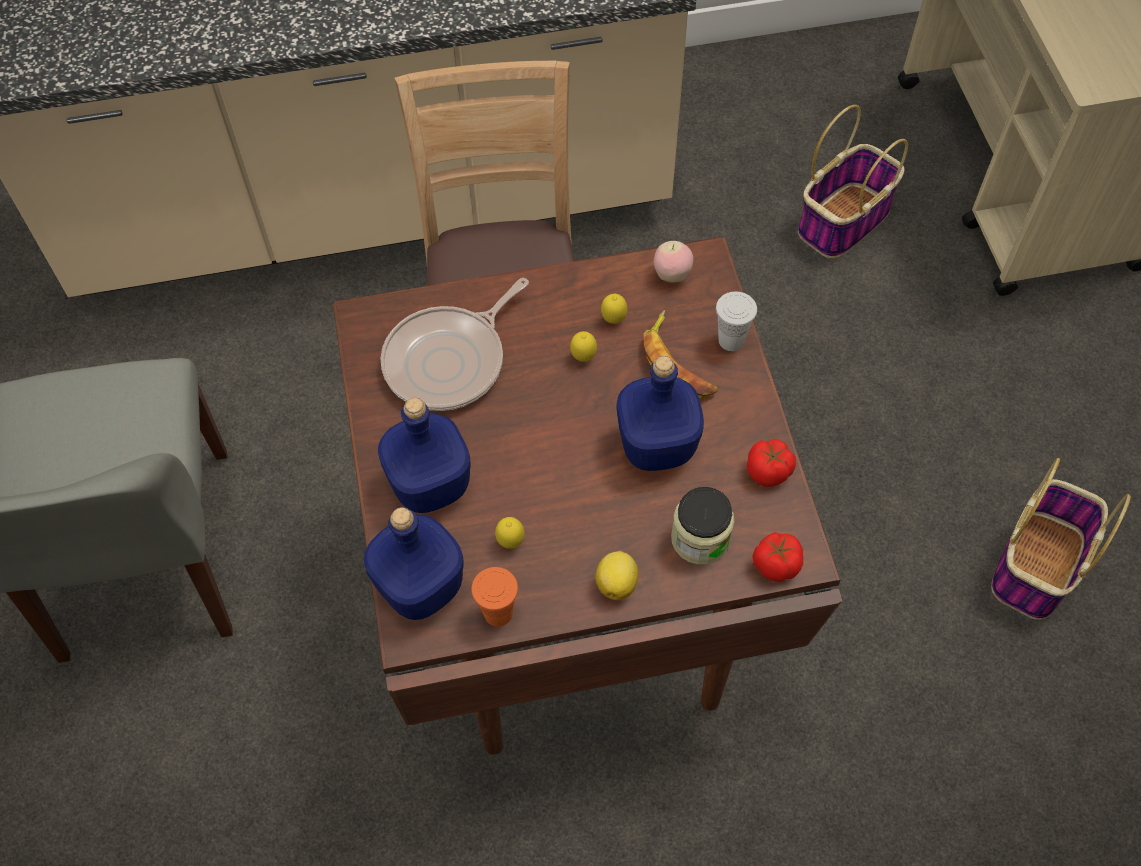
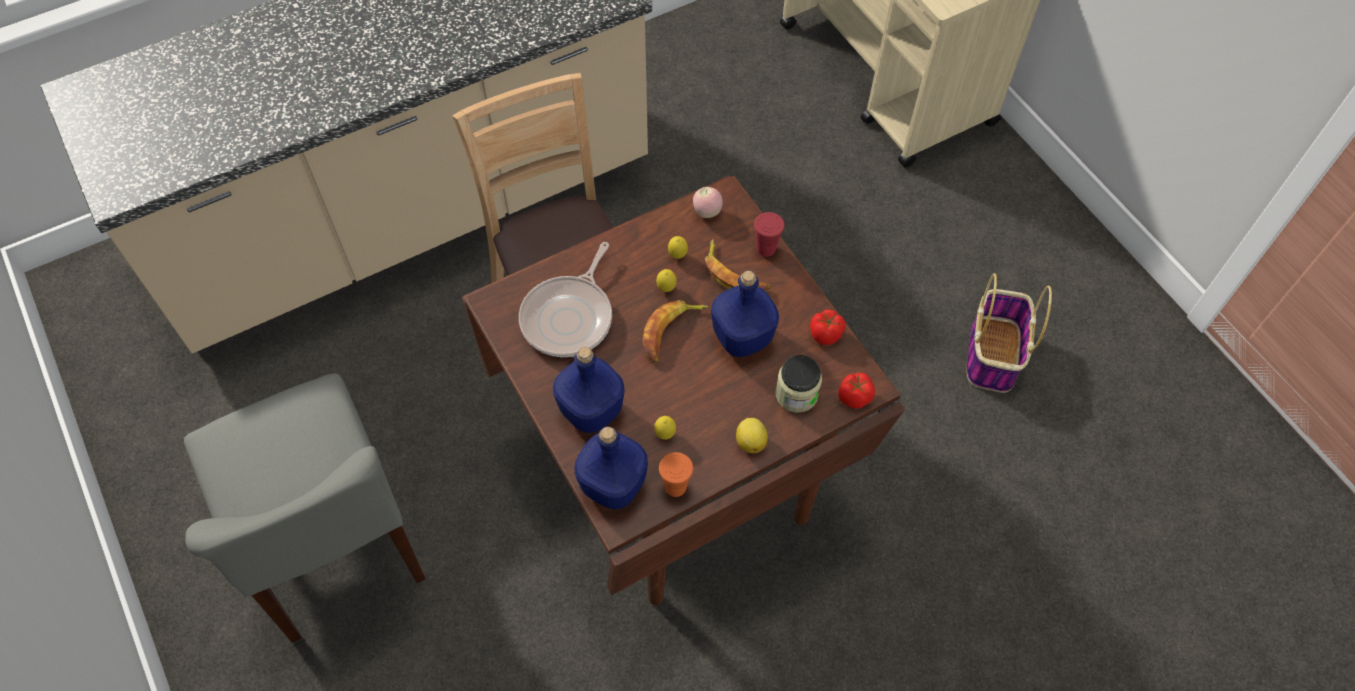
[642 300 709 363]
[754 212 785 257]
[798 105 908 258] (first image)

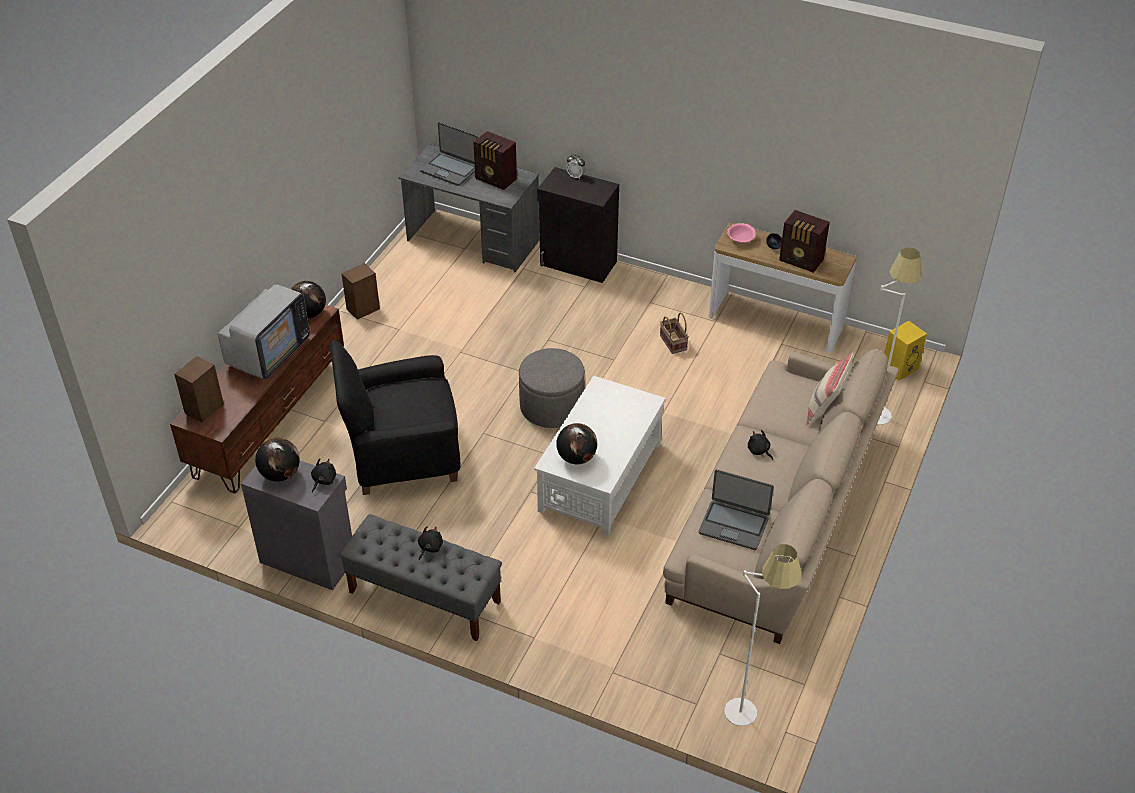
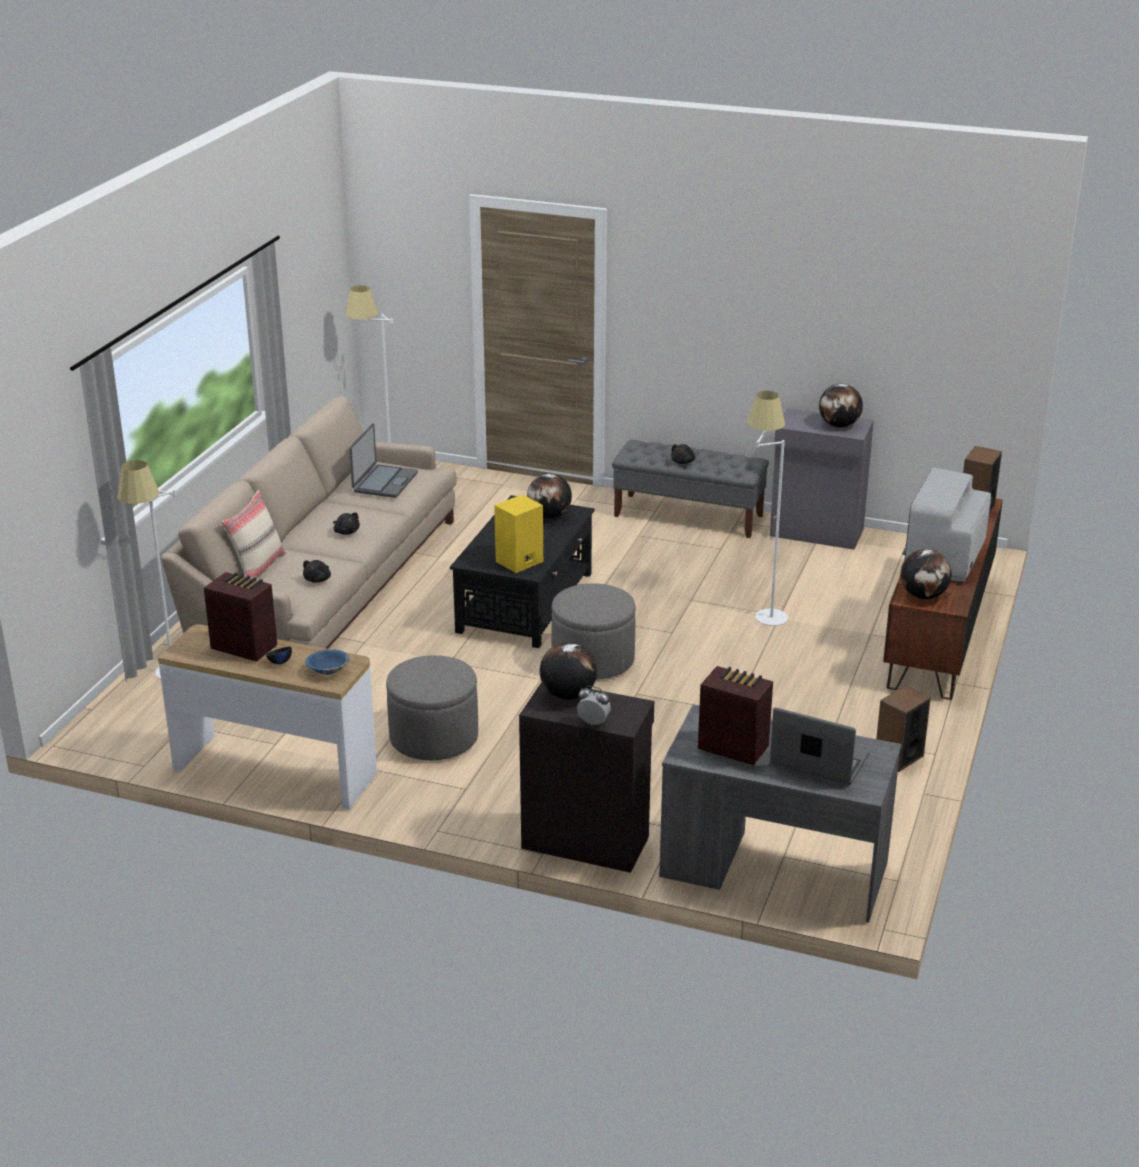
[303 560 331 583]
[305 650 350 675]
[349 423 418 498]
[386 655 478 760]
[450 495 594 648]
[494 495 543 573]
[539 642 597 700]
[747 391 788 626]

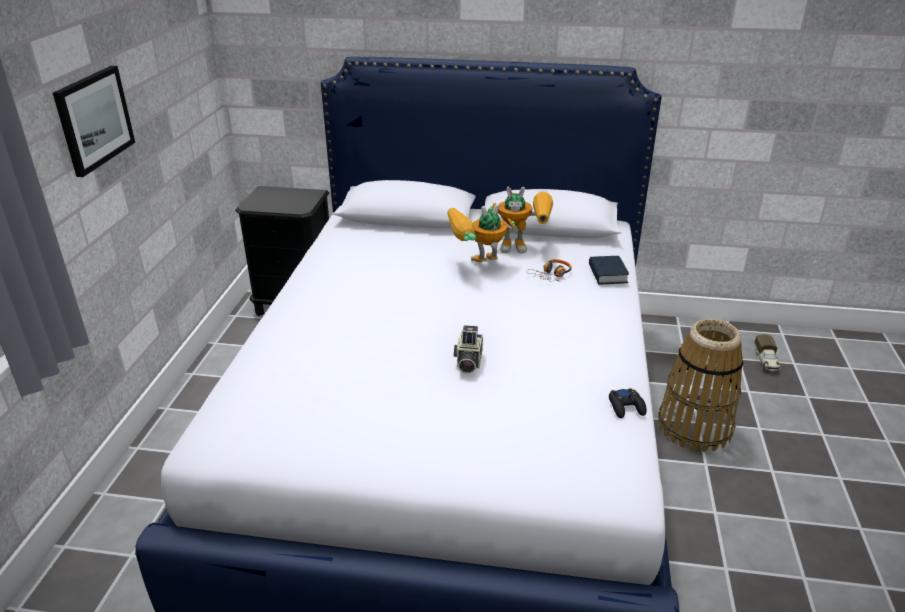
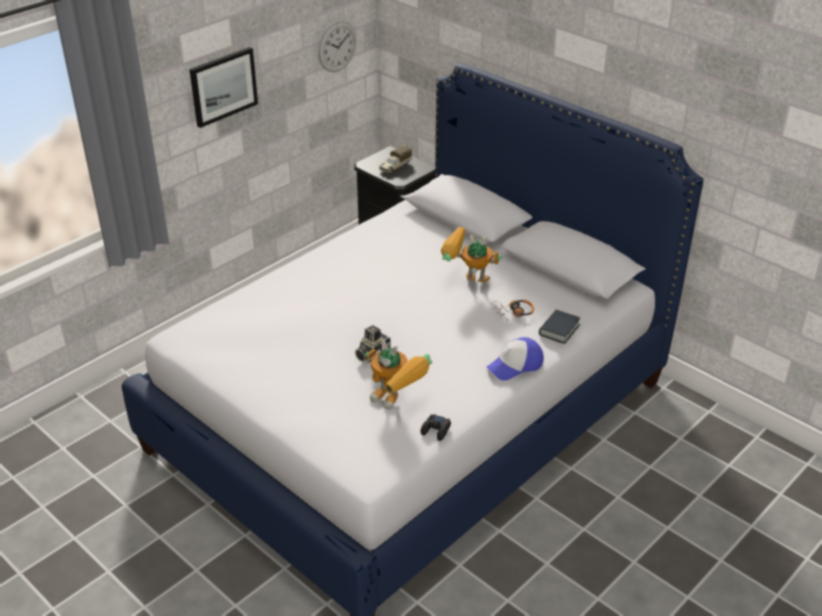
[318 21 356 72]
[365 340 432 410]
[379 145 412 174]
[486 337 544 381]
[658 319 743 452] (first image)

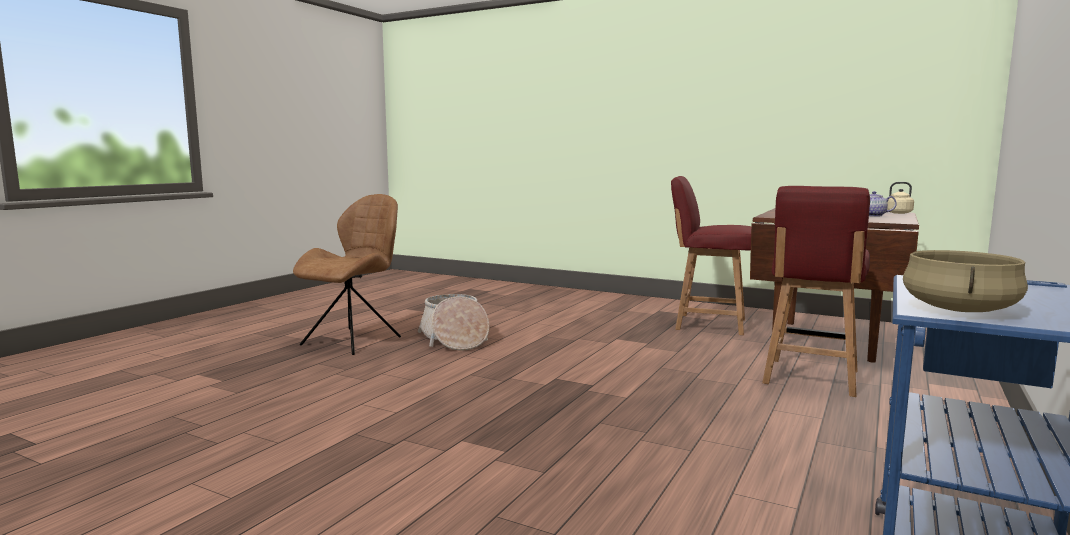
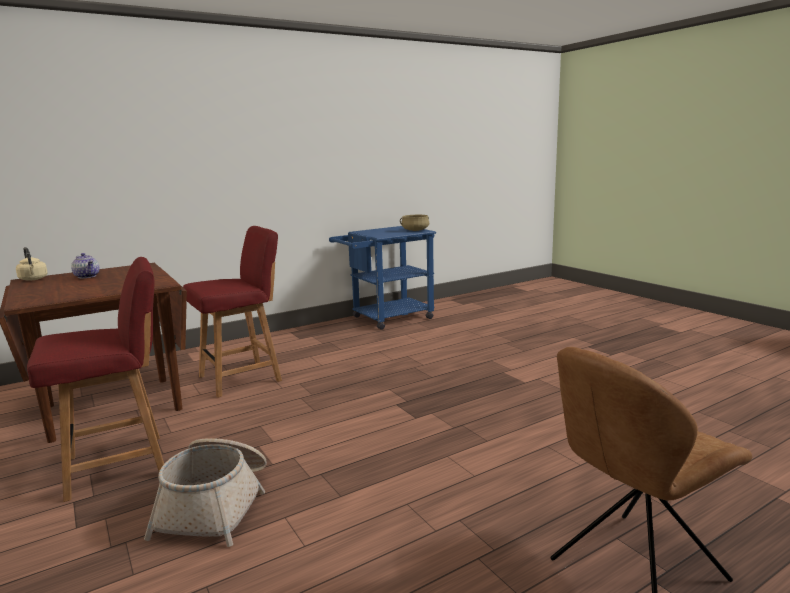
[27 257 164 502]
[144 438 267 547]

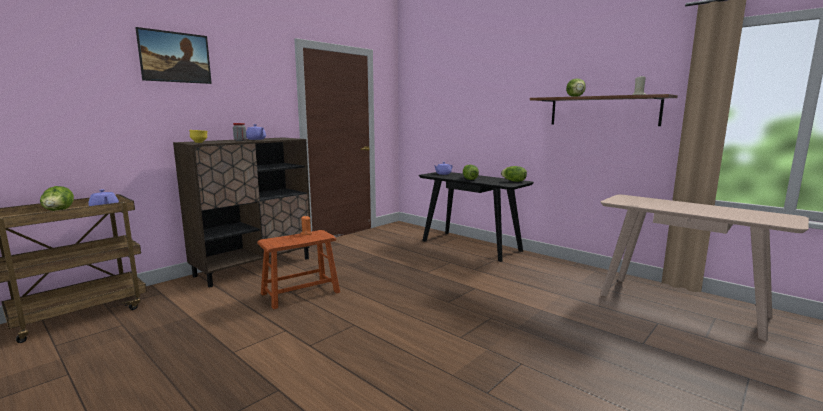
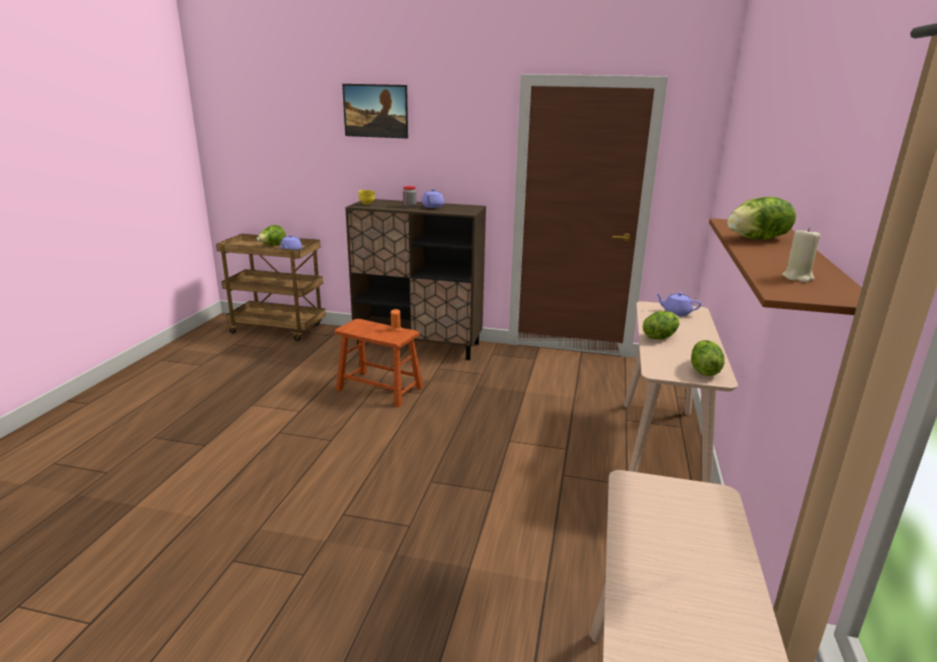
[624 301 738 483]

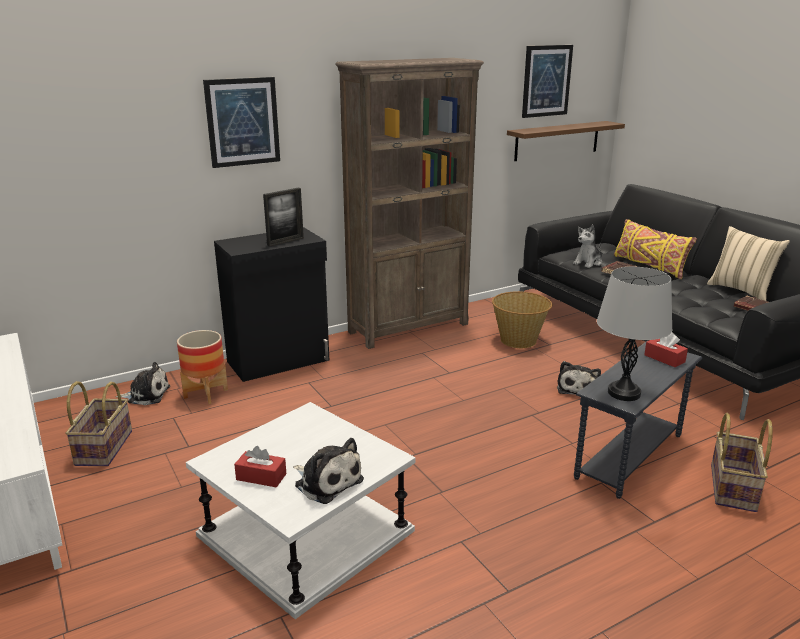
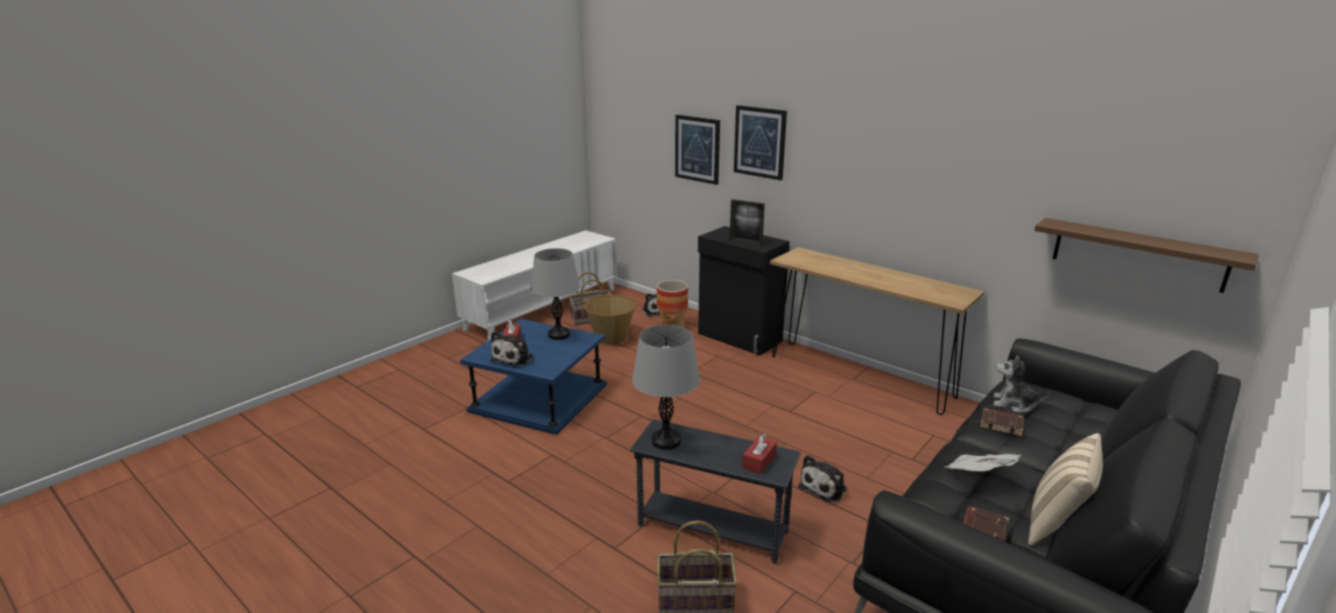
[460 319 607 435]
[531 248 580 340]
[584 295 637 345]
[675 115 720 185]
[770 247 985 415]
[798 455 847 502]
[945 454 1022 471]
[614 219 697 279] (first image)

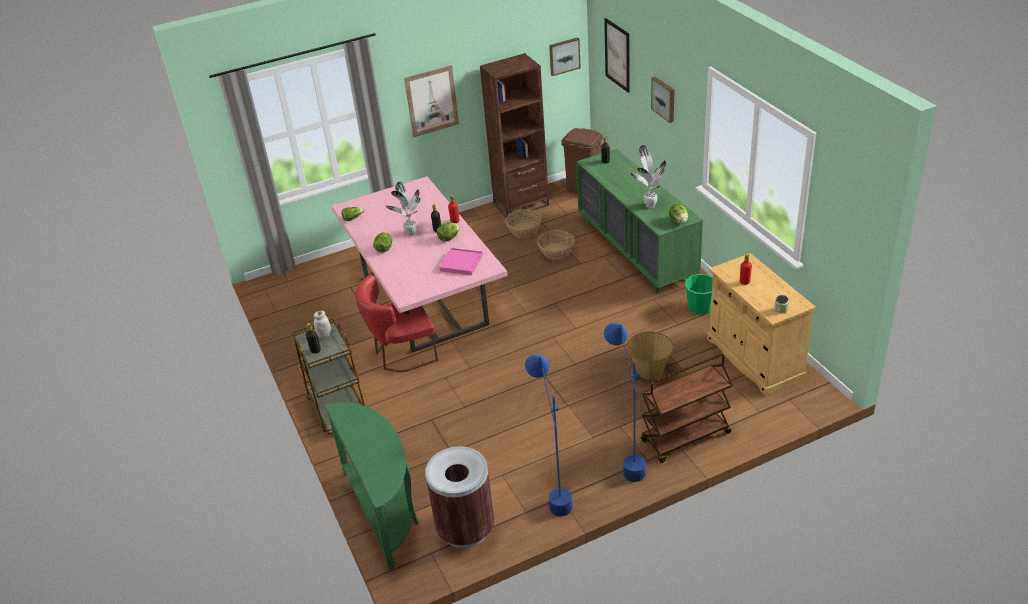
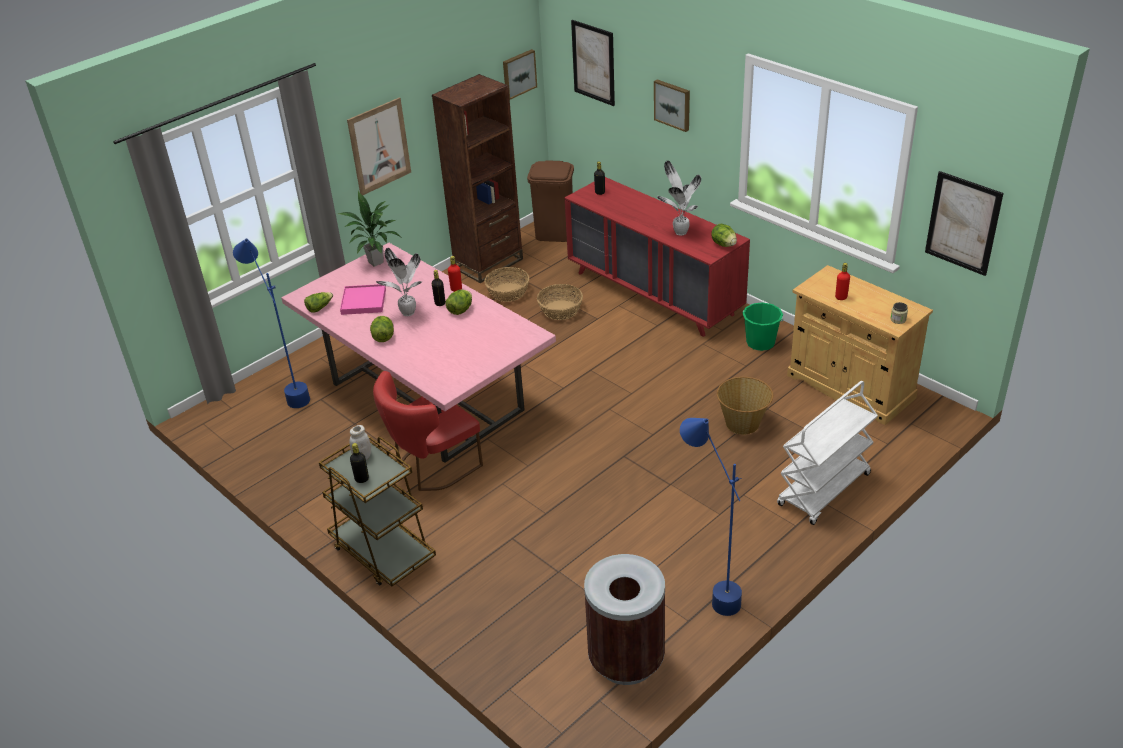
[233 238 310 408]
[338 191 403 267]
[340 284 386 315]
[565 177 750 337]
[777 381 878 525]
[925 171 1004 276]
[325 402 418 569] (first image)

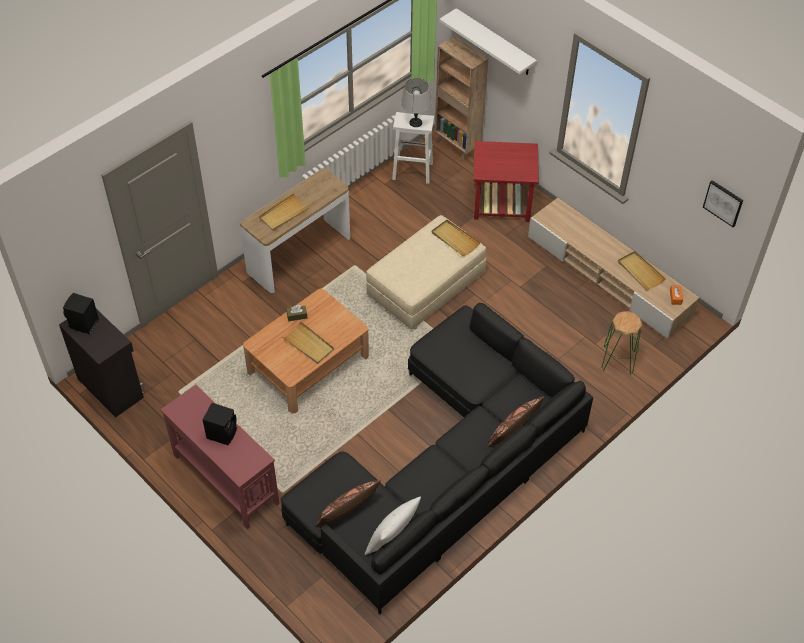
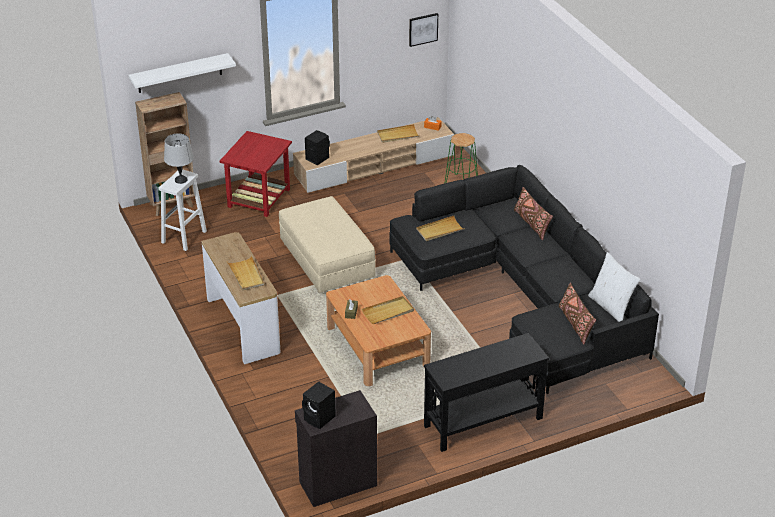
[305 130 330 165]
[416 216 465 241]
[424 333 549 452]

